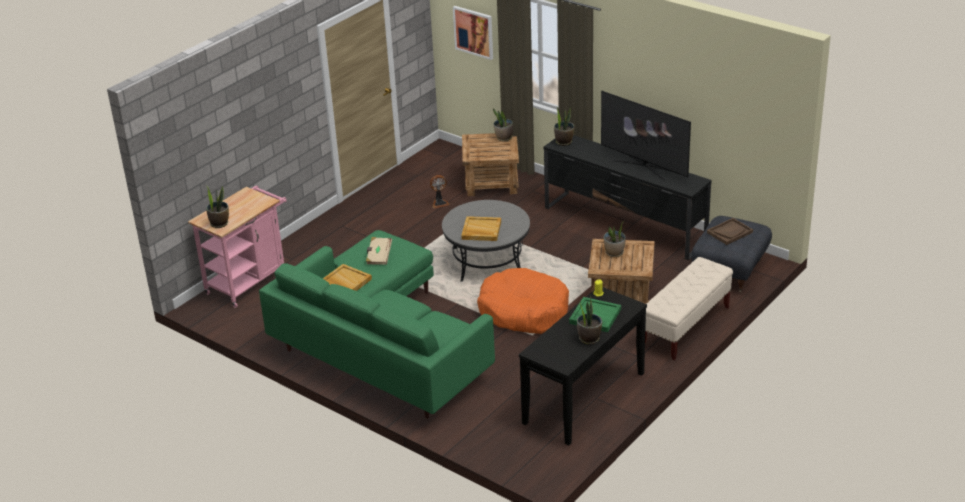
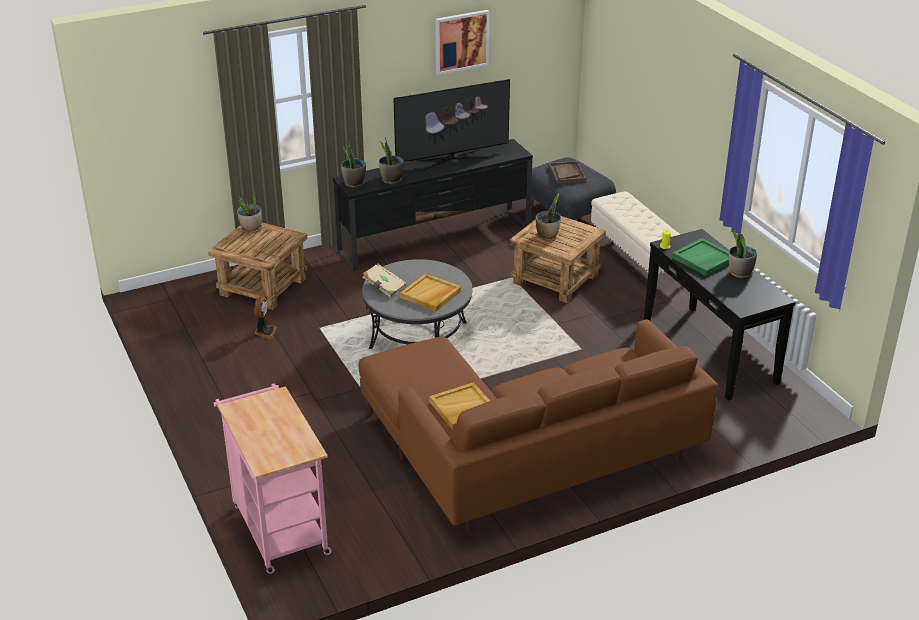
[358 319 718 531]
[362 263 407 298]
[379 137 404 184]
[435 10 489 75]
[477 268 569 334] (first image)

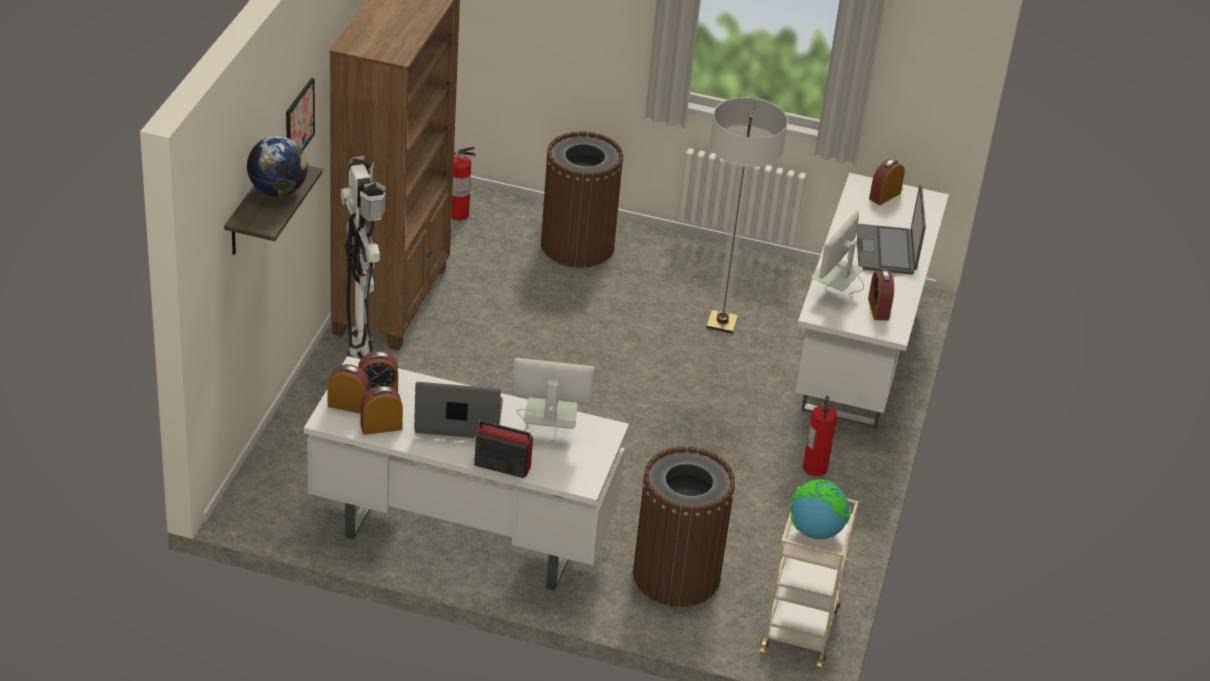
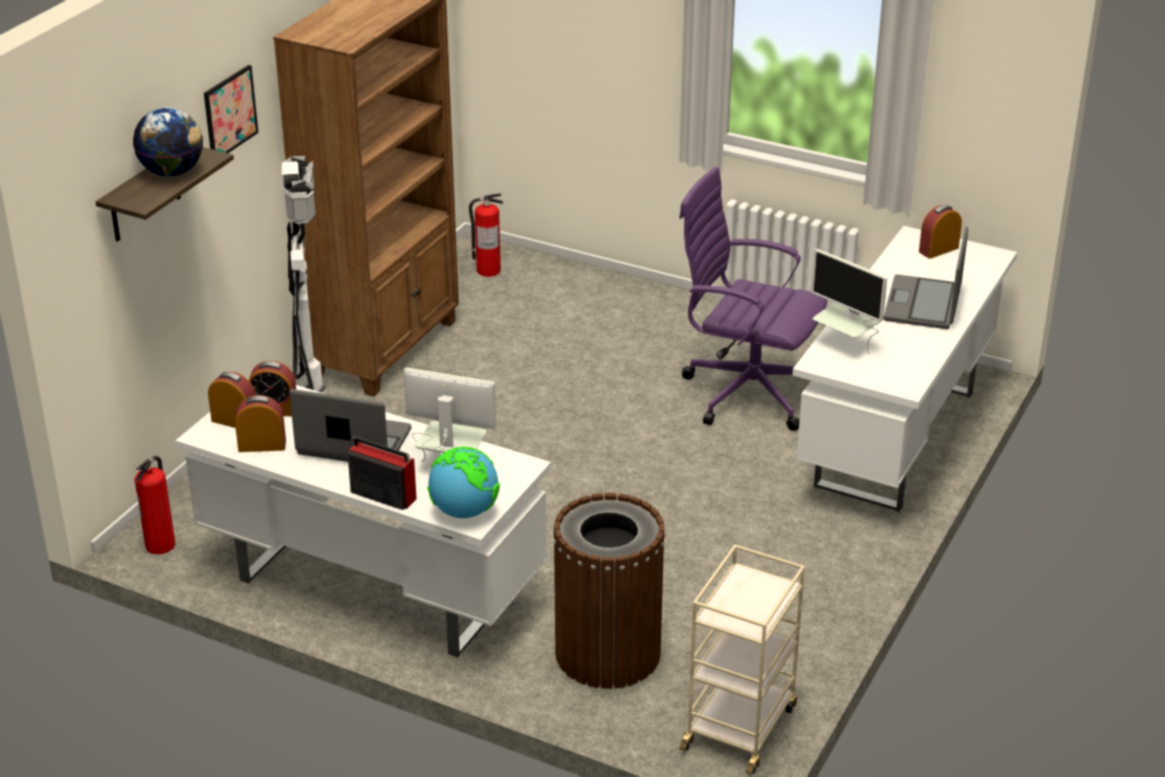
[134 456 176 554]
[427 447 500 518]
[679 167 827 431]
[811 249 887 355]
[541 131 623 268] (first image)
[868 270 894 320] (first image)

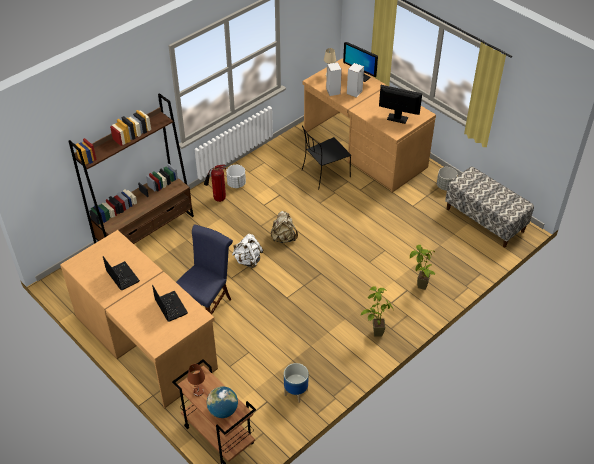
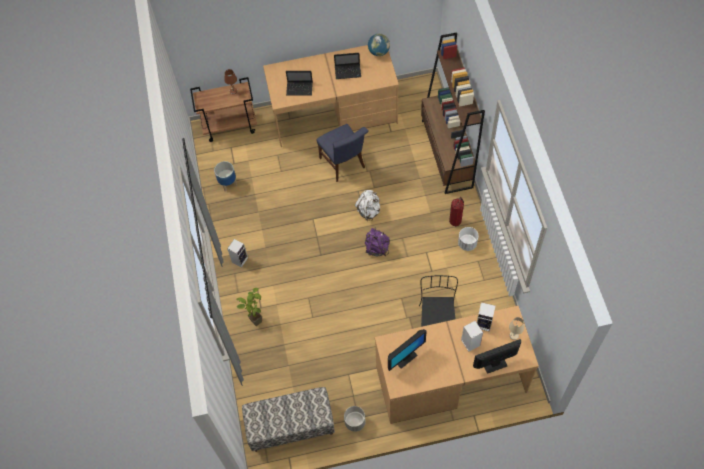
[227 239 248 268]
[365 228 390 256]
[368 34 390 56]

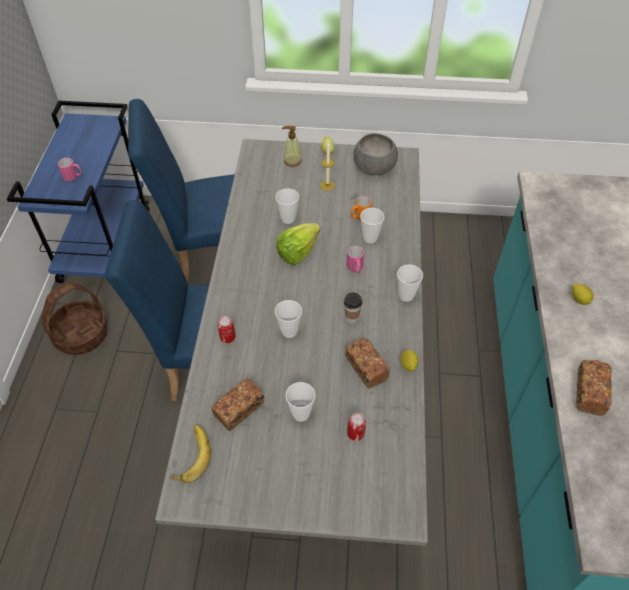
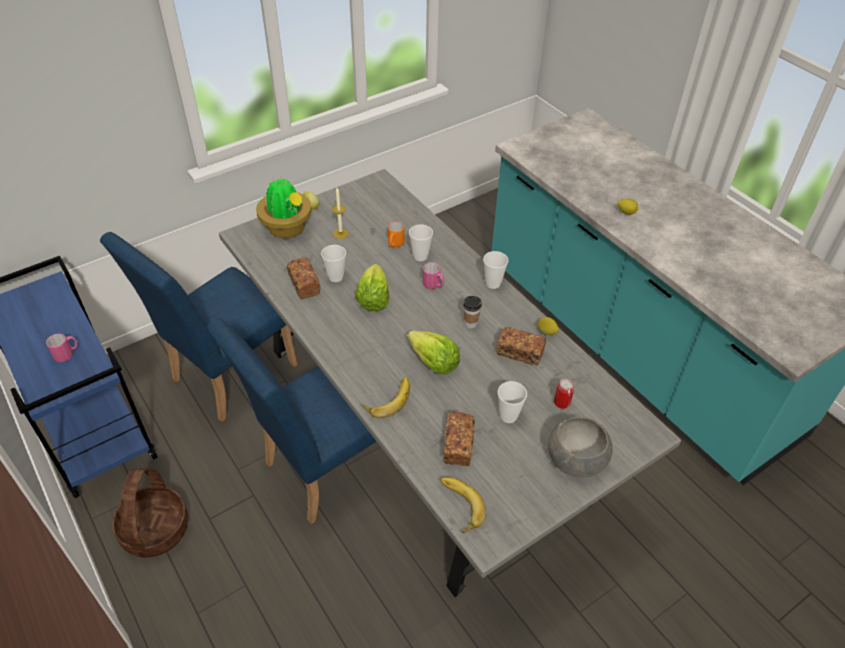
[256 177 312 238]
[287 257 320 299]
[361 377 410 418]
[407 330 460 374]
[548 417 613 478]

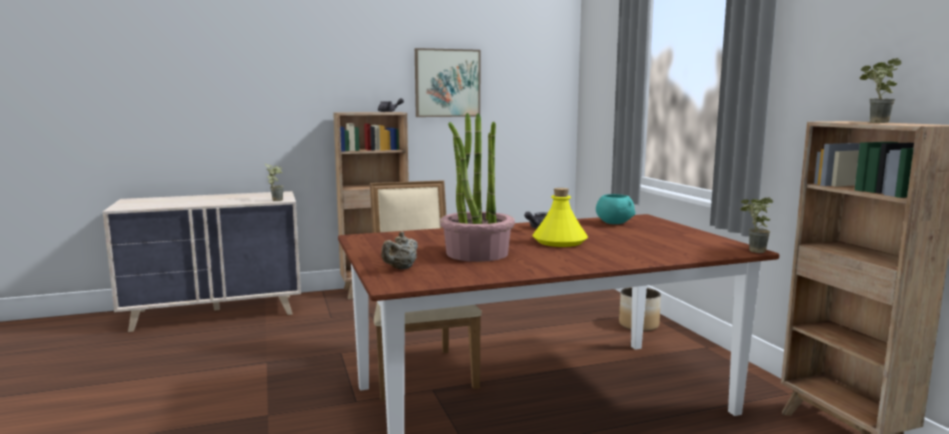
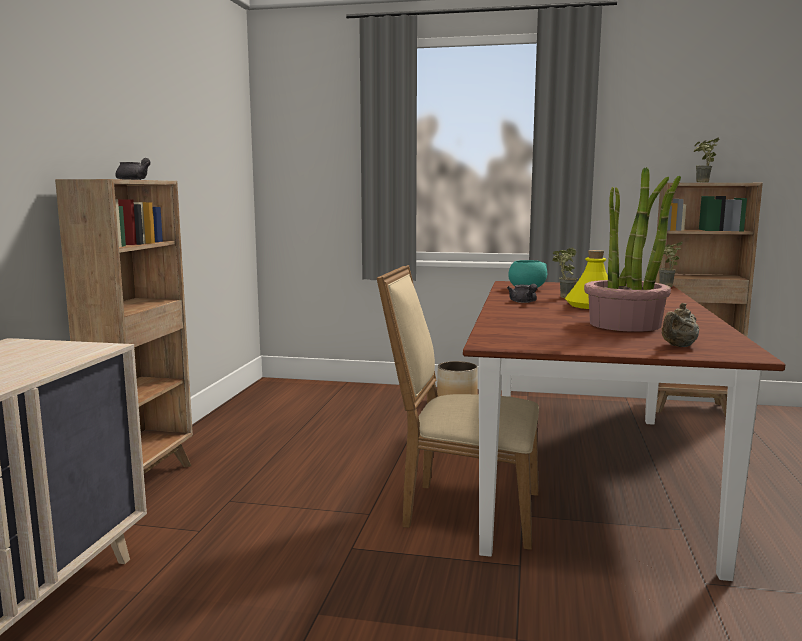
[552 248 577 298]
[661 303 699 347]
[415 48 480 117] (first image)

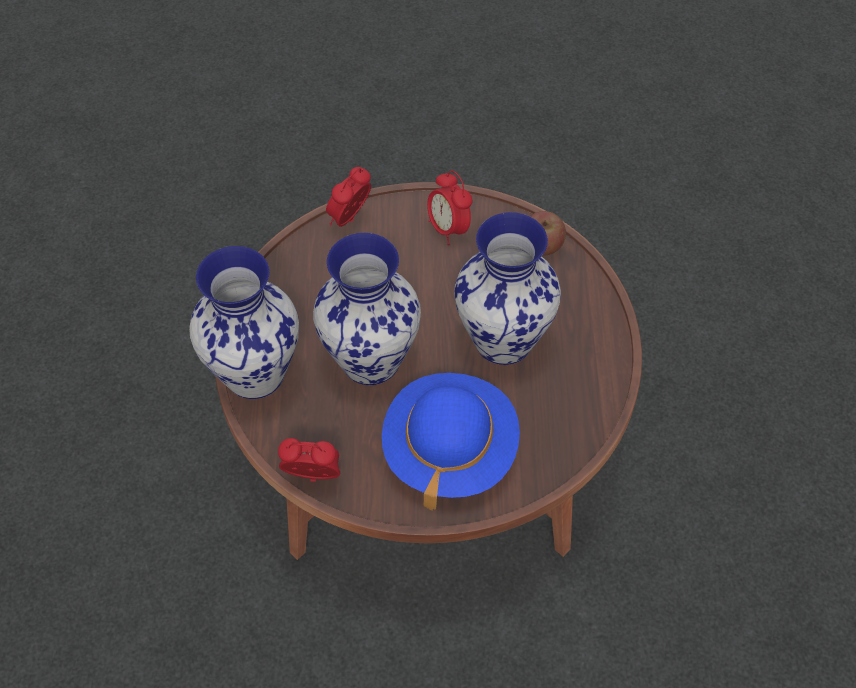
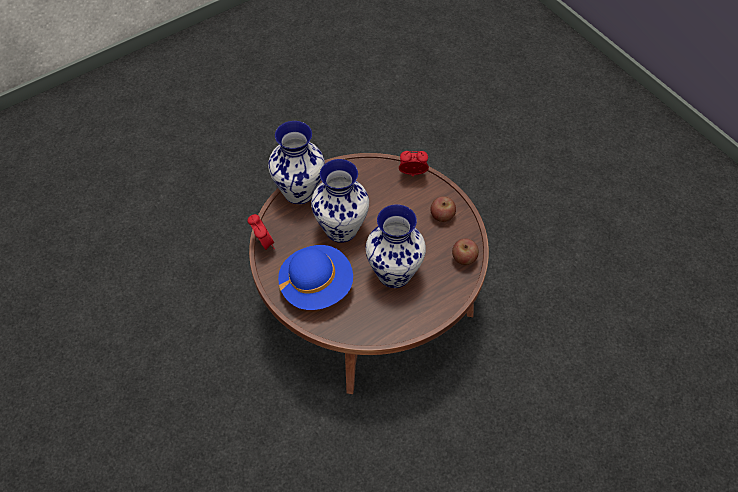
[430 196 456 222]

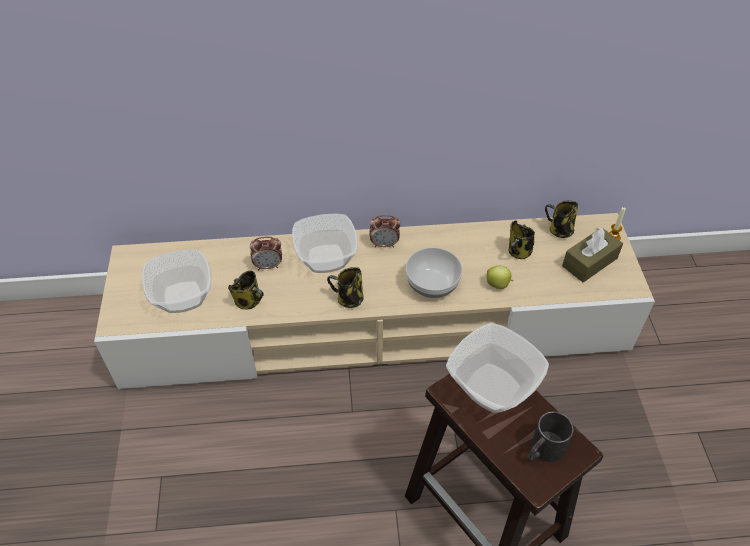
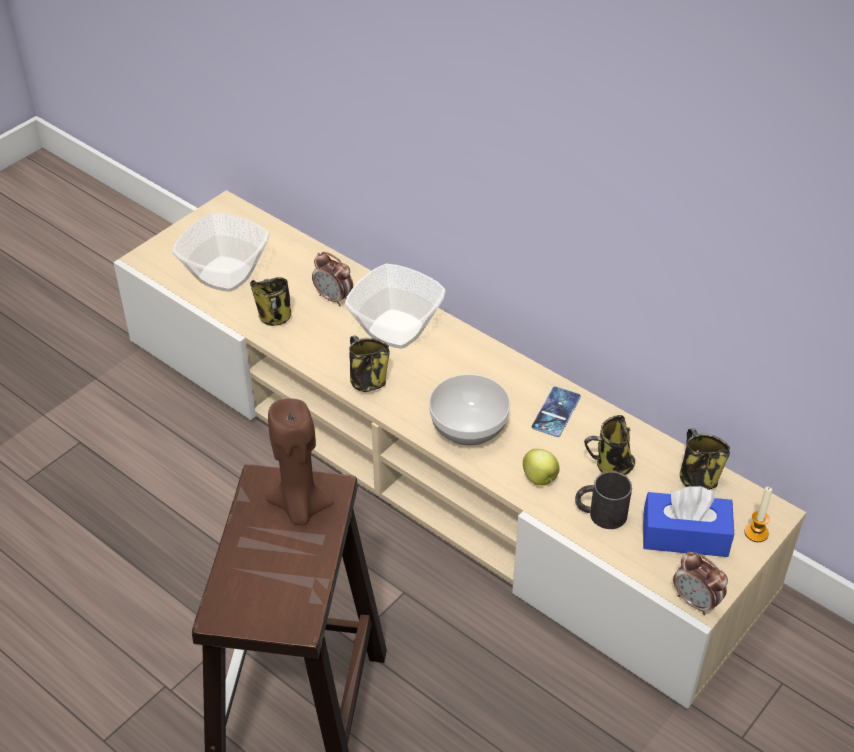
[265 398 334 525]
[531 386 581 437]
[575 471 632 529]
[643 486 734 557]
[673 551 728 615]

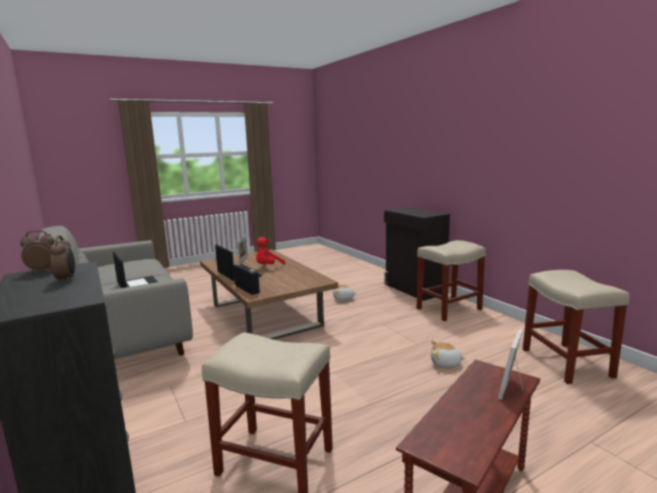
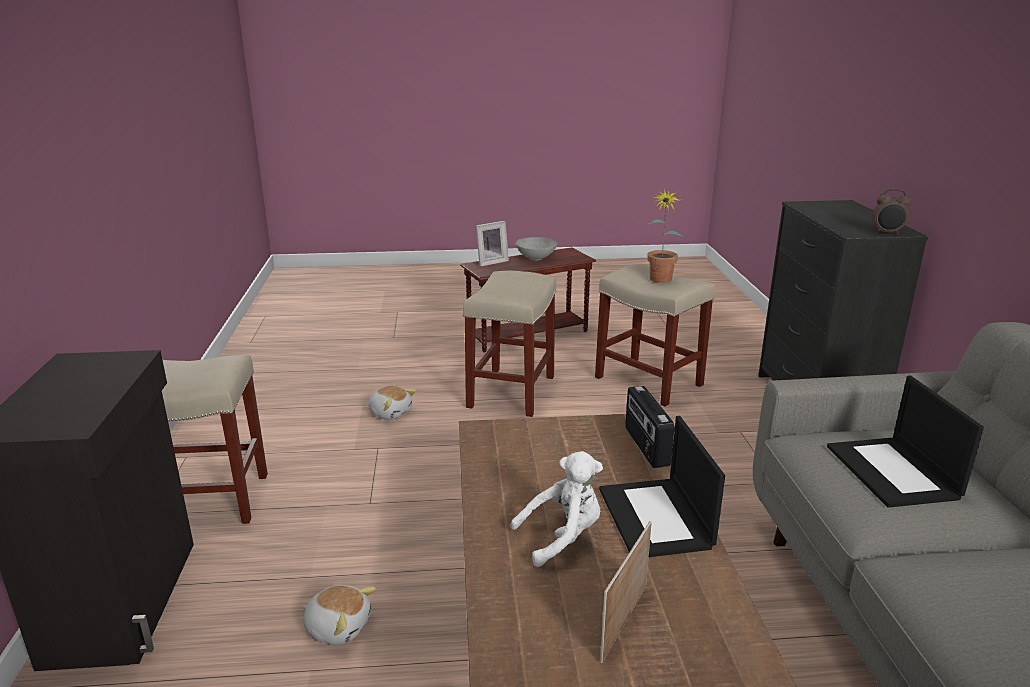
[463 271 557 417]
[510 451 603 567]
[515 237 557 260]
[647 189 684 283]
[50 235 75 282] (first image)

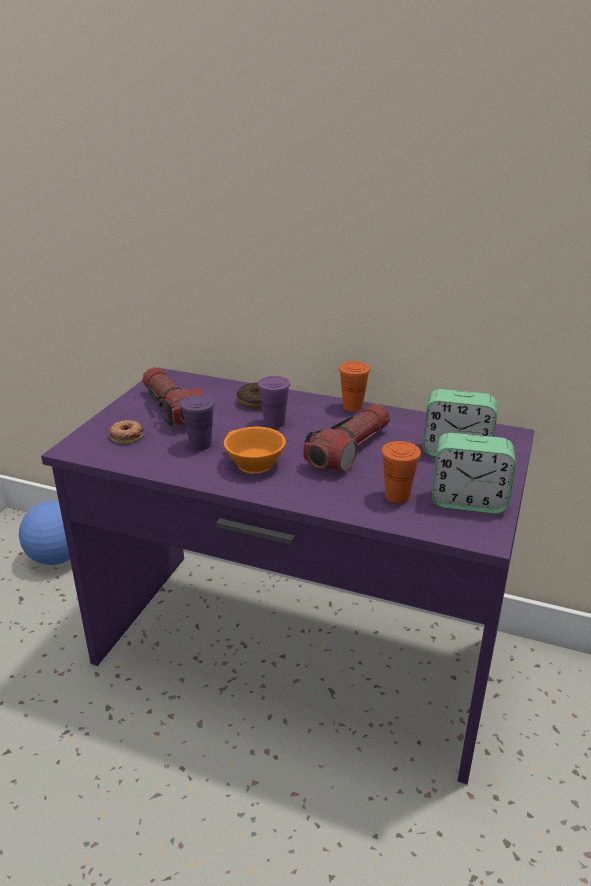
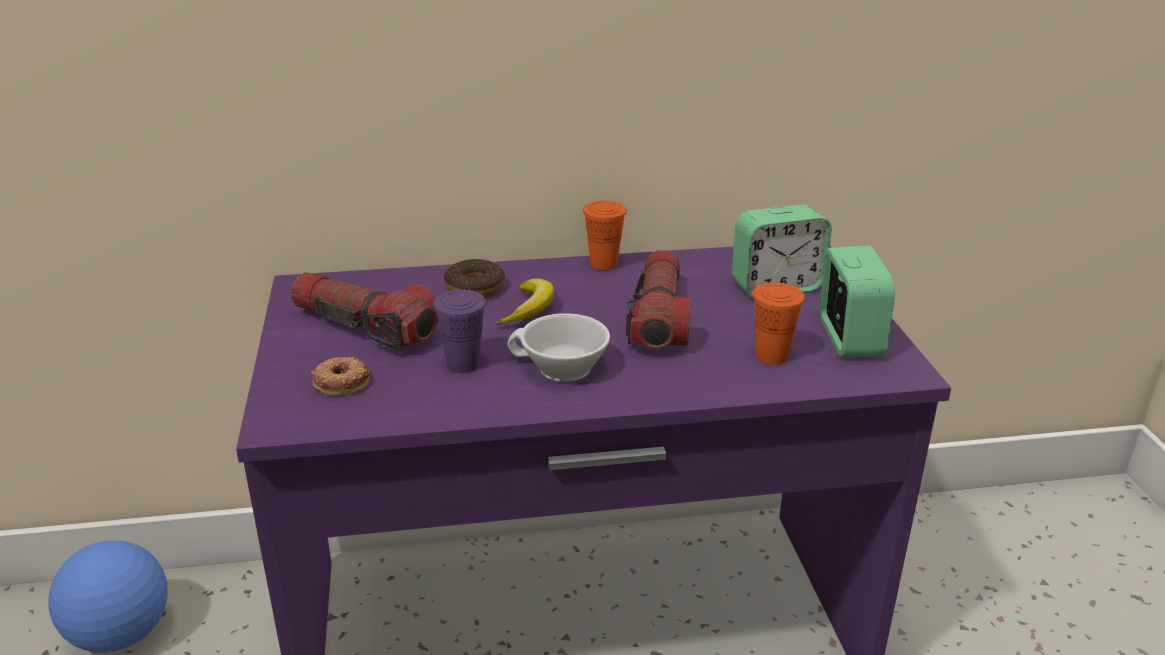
[496 278 554 325]
[507 313 610 382]
[820 246 895 357]

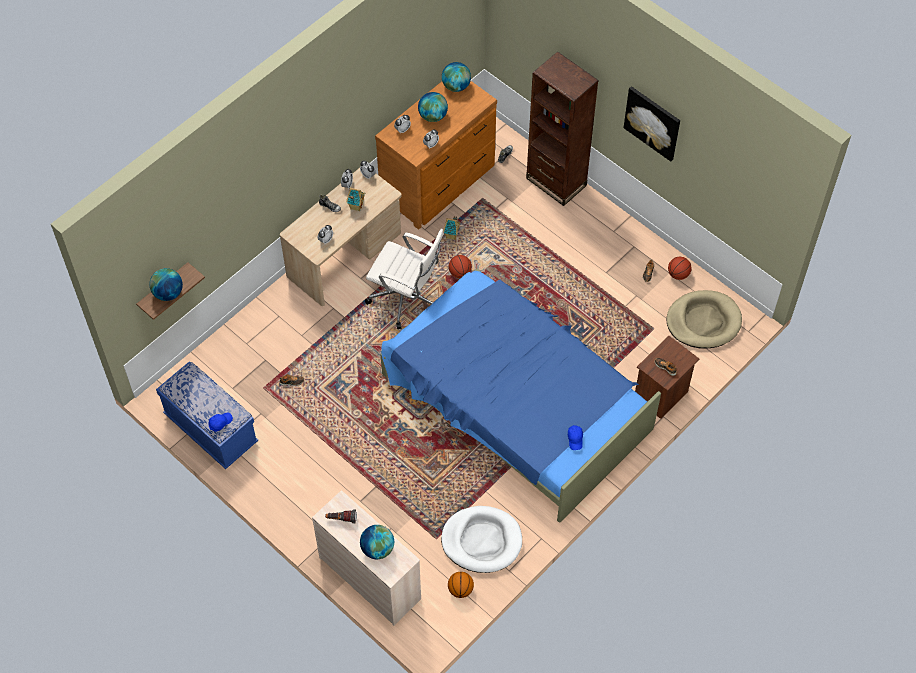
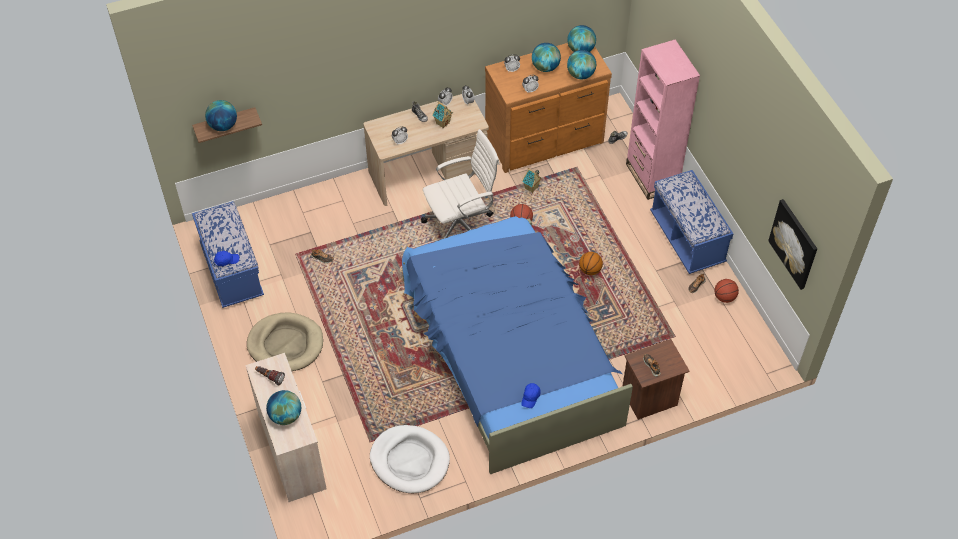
[247 312 323 371]
[421 129 499 239]
[567 50 596 79]
[579 252 603 275]
[626 40 700 200]
[650 170 733 274]
[768 199 817 290]

